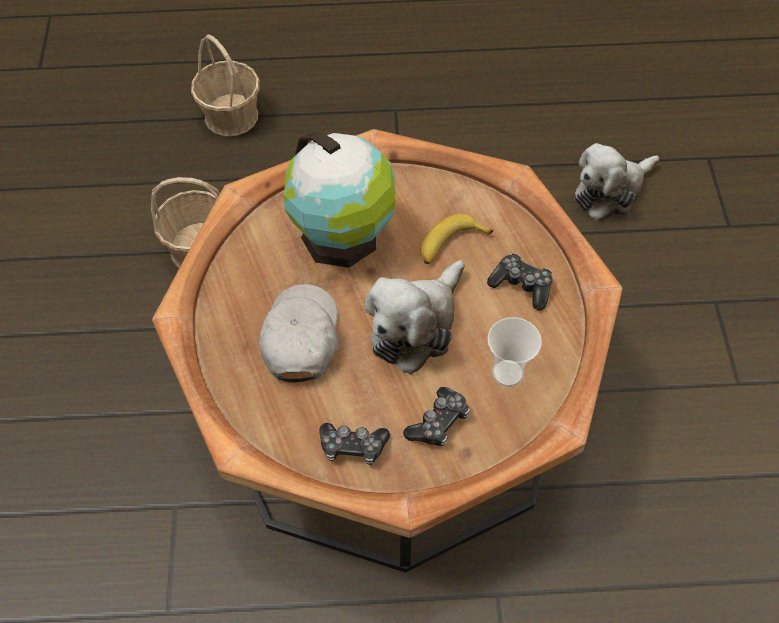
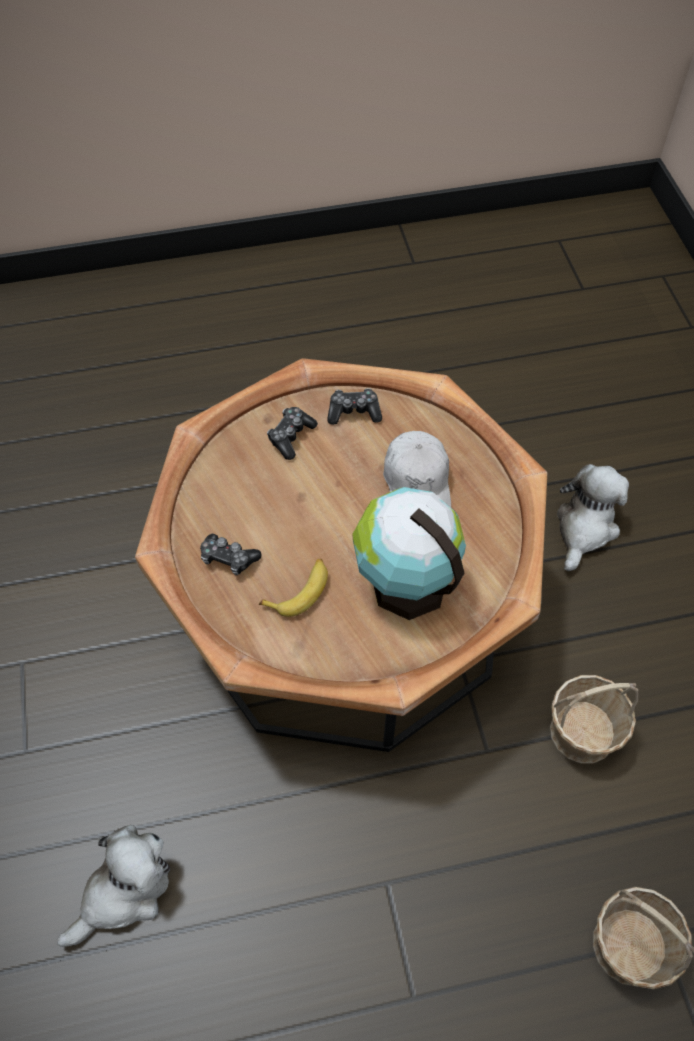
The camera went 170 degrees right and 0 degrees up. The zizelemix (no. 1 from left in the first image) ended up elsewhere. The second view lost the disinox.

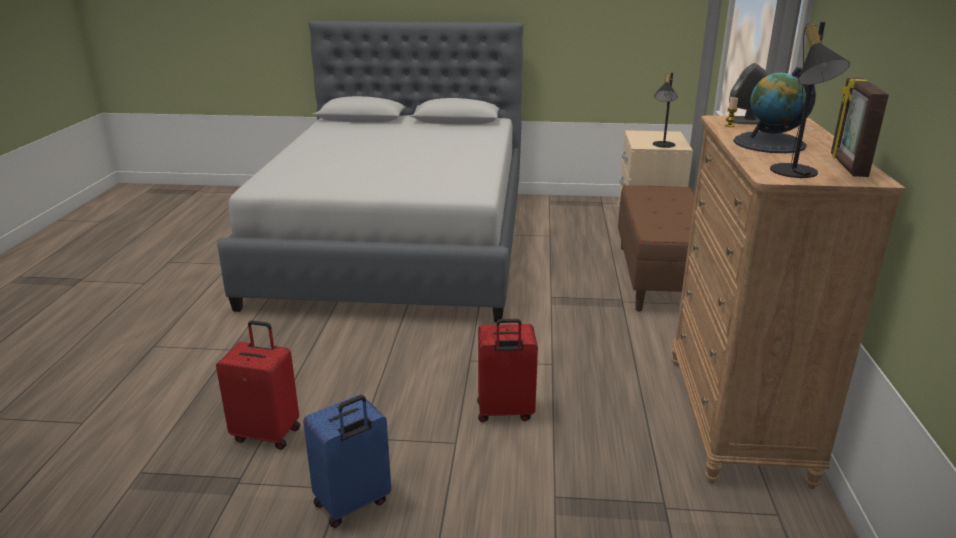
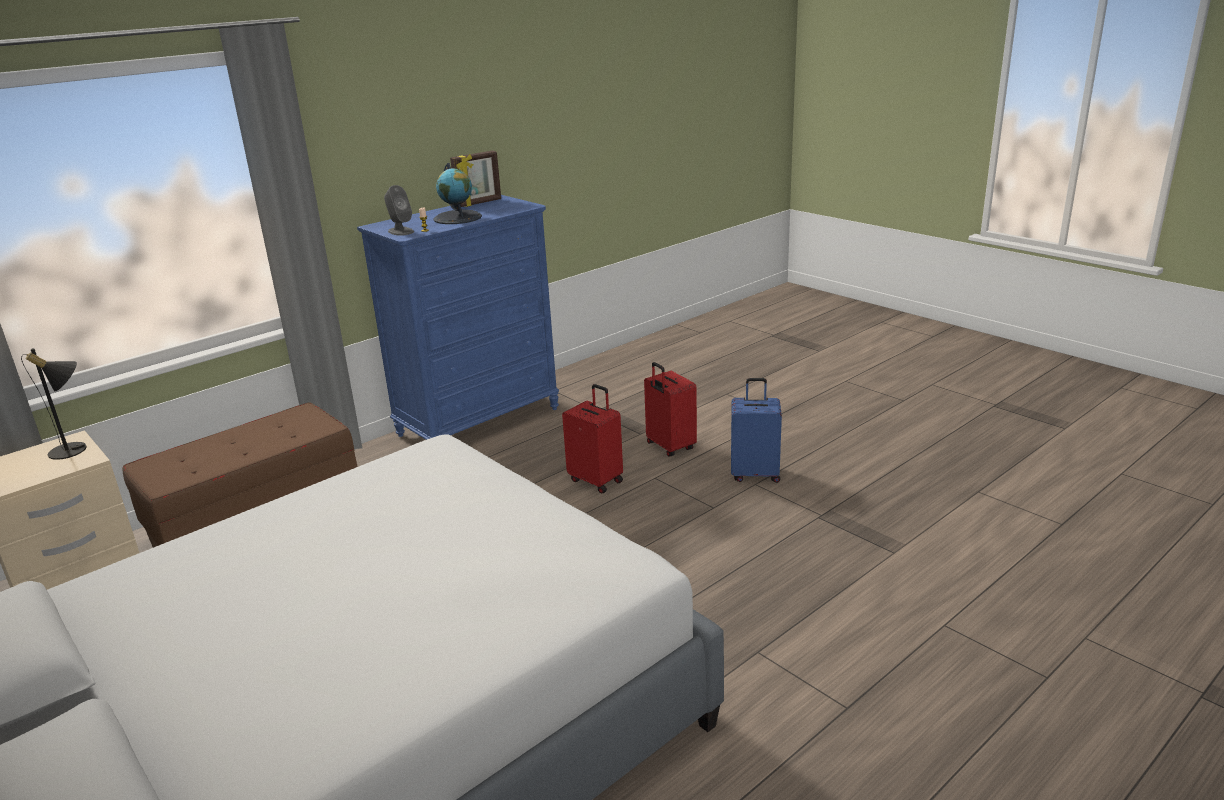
The camera went 135 degrees left and 0 degrees up. The second view lost the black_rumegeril (no. 2 from left). What was the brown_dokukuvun turned into the blue_dokukuvun. The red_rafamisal (no. 1 from left in the first image) ended up elsewhere.

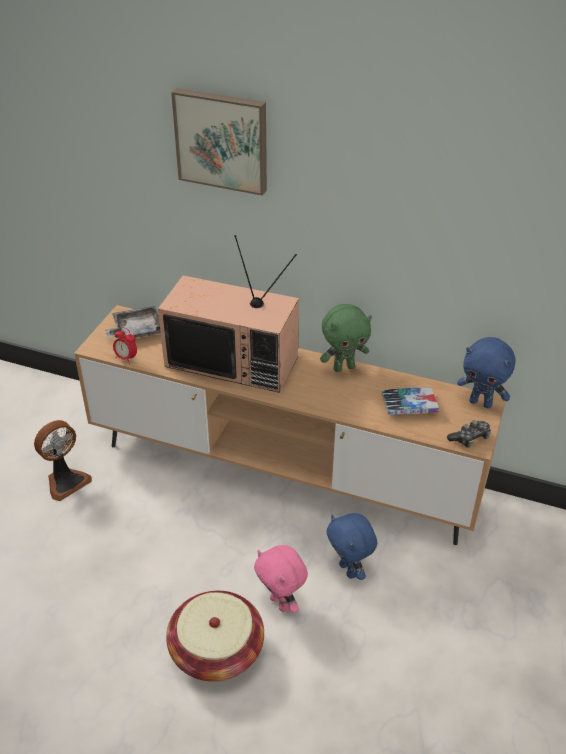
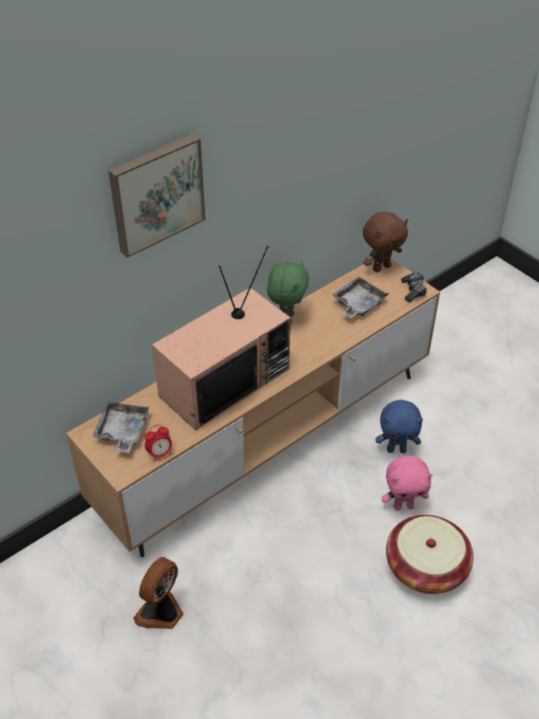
The camera went 60 degrees left and 5 degrees up. What was the blue_zizelemix (no. 2 from left) turned into the brown_zizelemix. Where the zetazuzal stood, the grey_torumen (no. 2 from left) came to stand. The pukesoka ended up facing another way, 135 degrees counterclockwise from before.

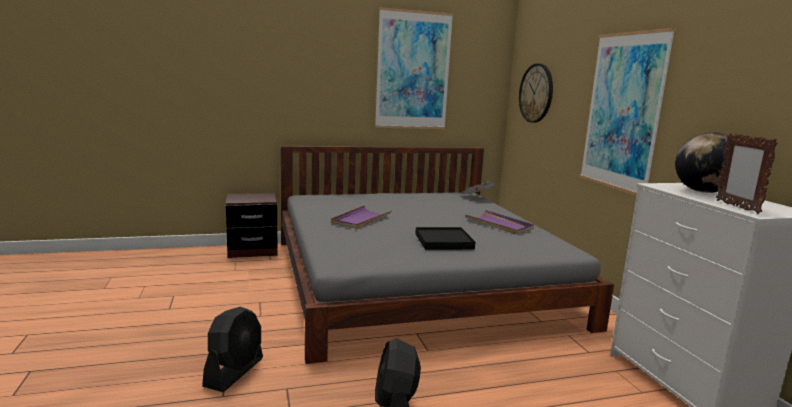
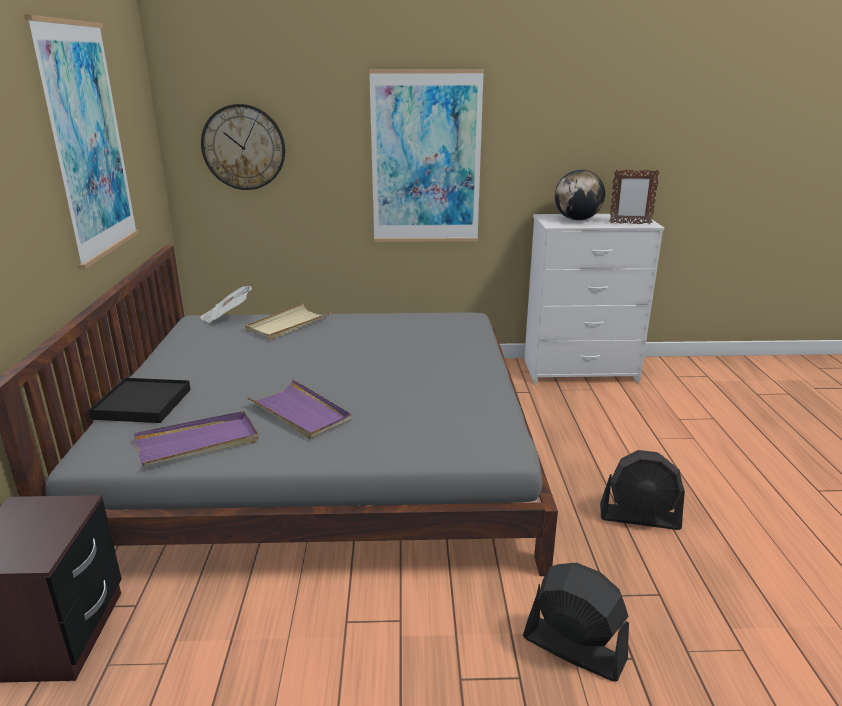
The camera went 75 degrees left and 10 degrees up. The purple_torumen (no. 2 from left in the first image) ended up elsewhere. The black_torumen ended up elsewhere. The second view gained the beige_torumen.

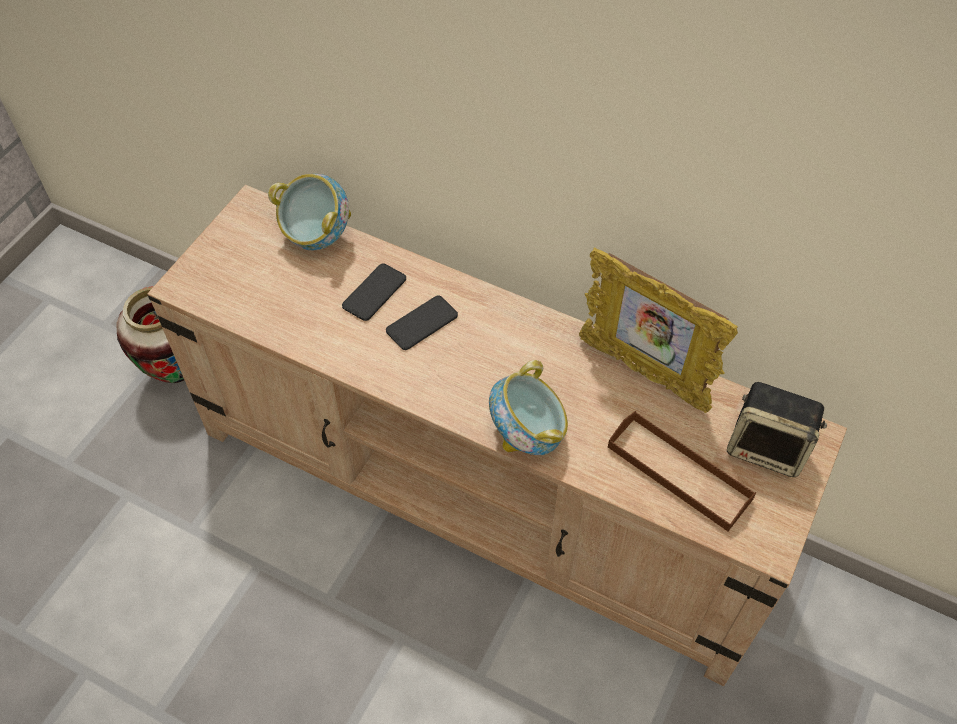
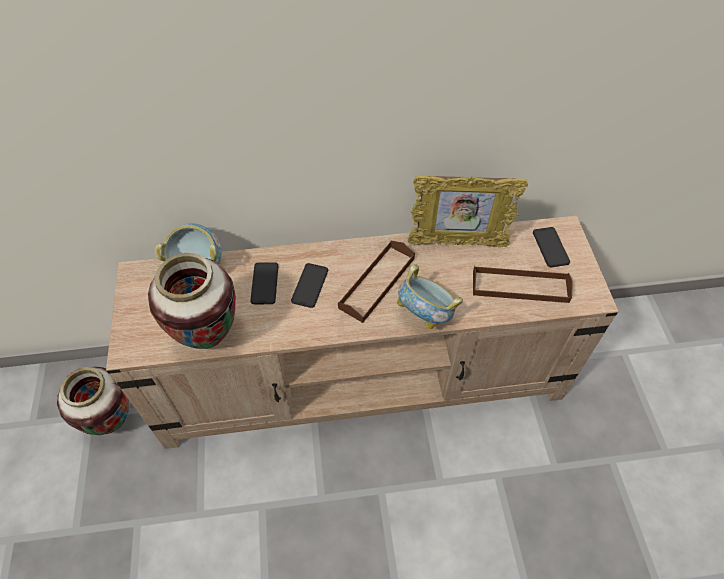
The camera went 35 degrees left and 0 degrees up. Where the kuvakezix stood, the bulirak (no. 3 from left) came to stand. The second view gained the brown_torumen (no. 1 from left). The second view gained the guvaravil (no. 2 from left).

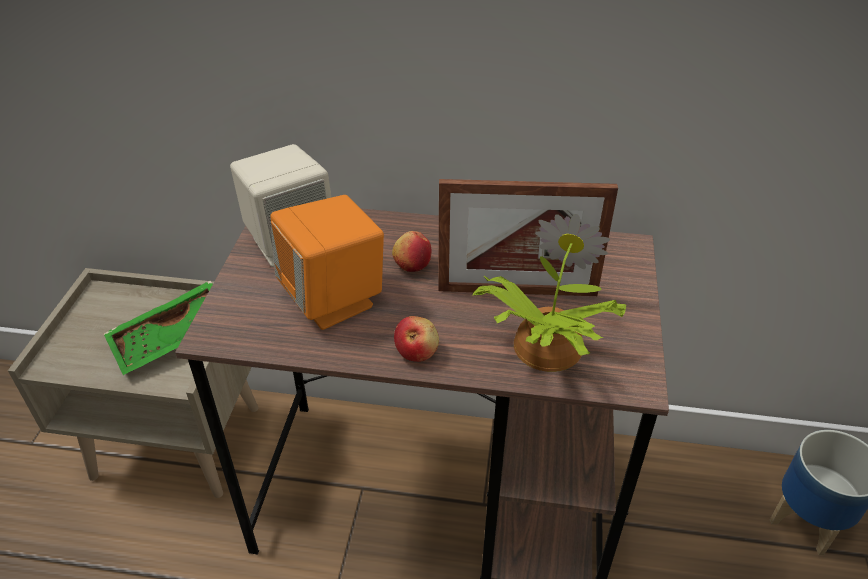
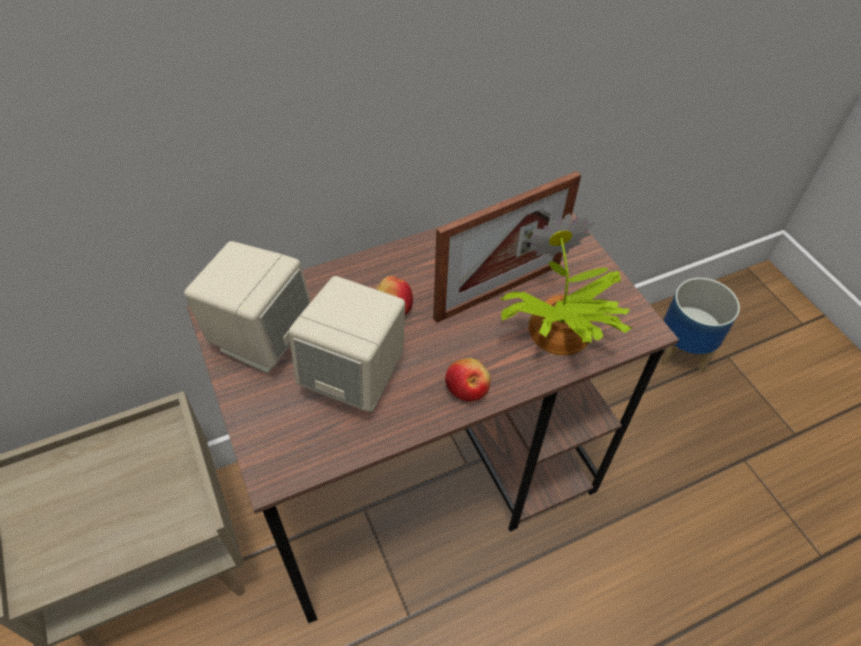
The camera went 35 degrees left and 10 degrees up. What was the orange_kuvakezix turned into the beige_kuvakezix (no. 2 from left). The second view lost the green_torumen.

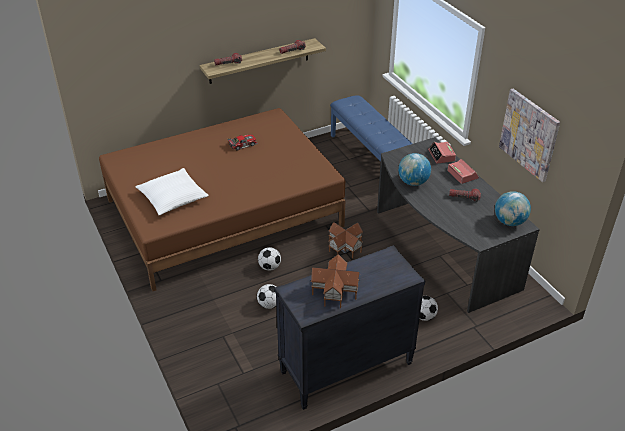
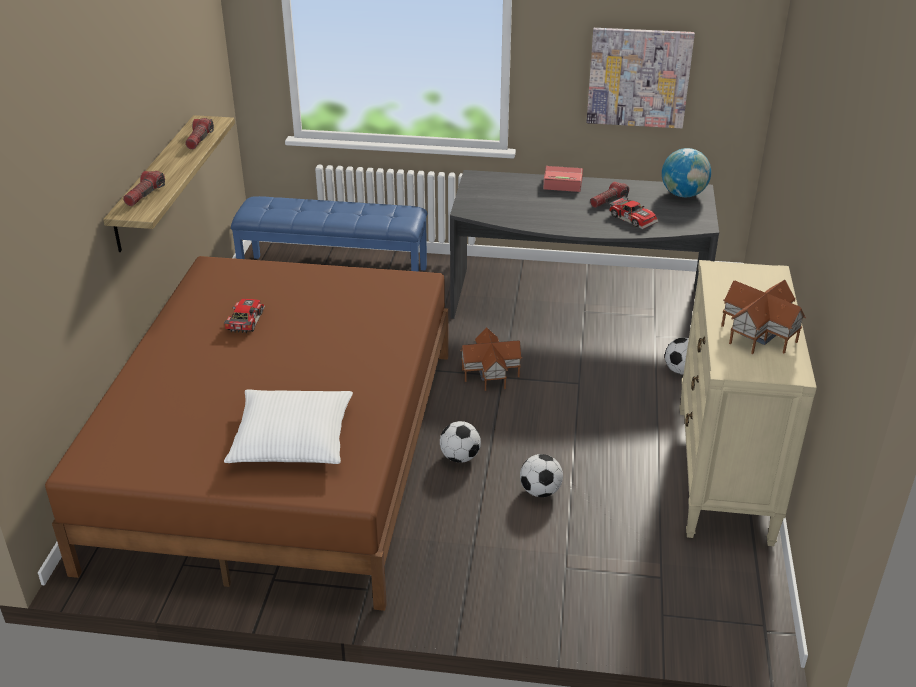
The camera went 55 degrees left and 5 degrees down. The second view lost the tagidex (no. 1 from left). The second view lost the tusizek (no. 1 from left). What was the black_dokukuvun turned into the beige_dokukuvun. The second view gained the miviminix (no. 2 from left).

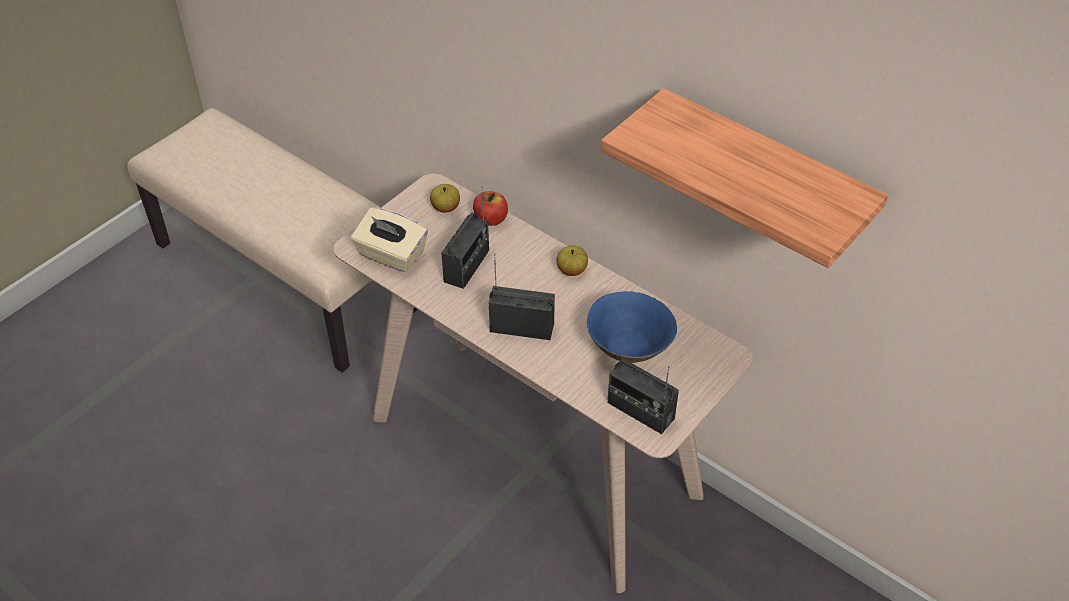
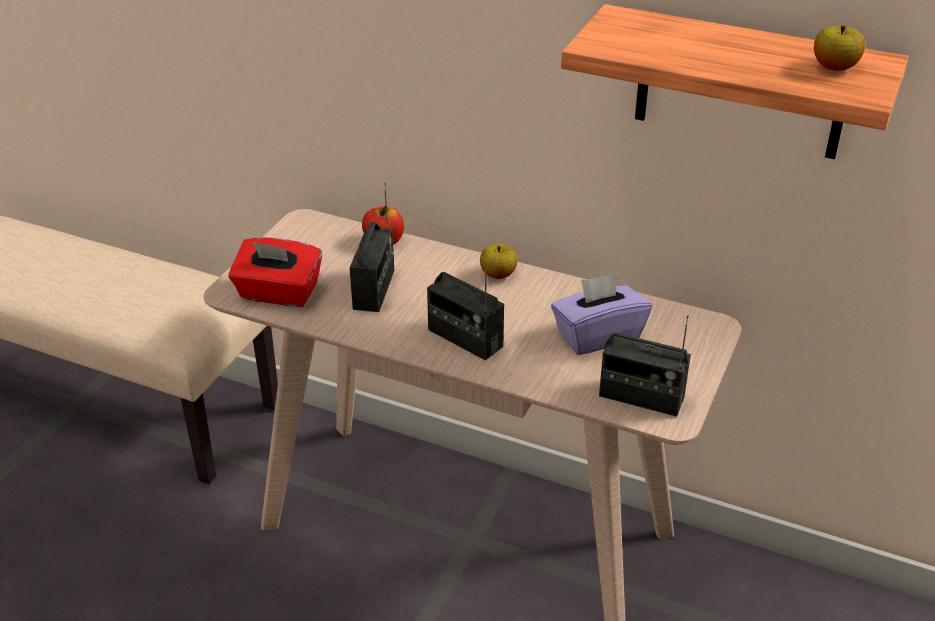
The camera went 15 degrees left and 10 degrees down. The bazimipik (no. 1 from left in the first image) ended up elsewhere. What was the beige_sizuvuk turned into the red_sizuvuk. The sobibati (no. 2 from left) ended up facing another way, 135 degrees counterclockwise from before. Where the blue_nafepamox stood, the purple_sizuvuk came to stand.

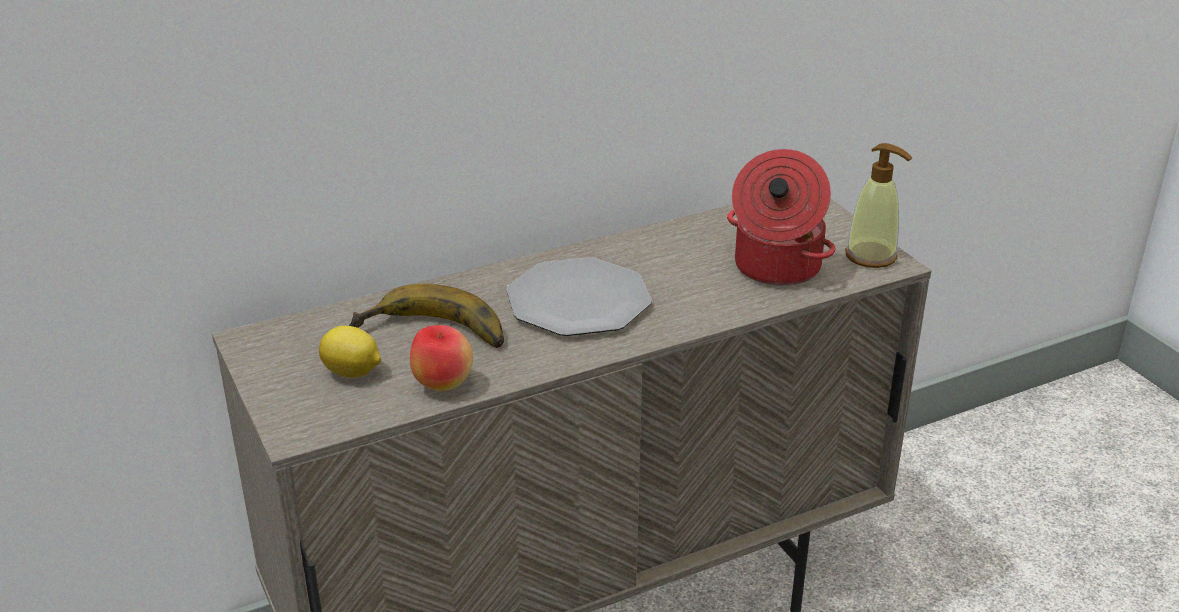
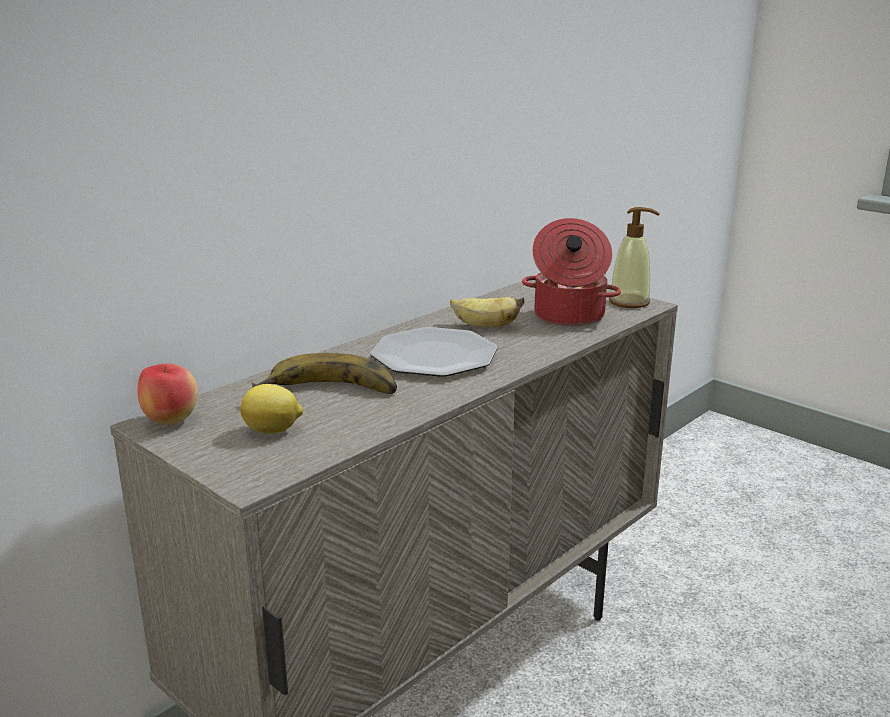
The camera went 20 degrees left and 10 degrees down. The bazimipik ended up elsewhere. The second view gained the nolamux (no. 2 from left).

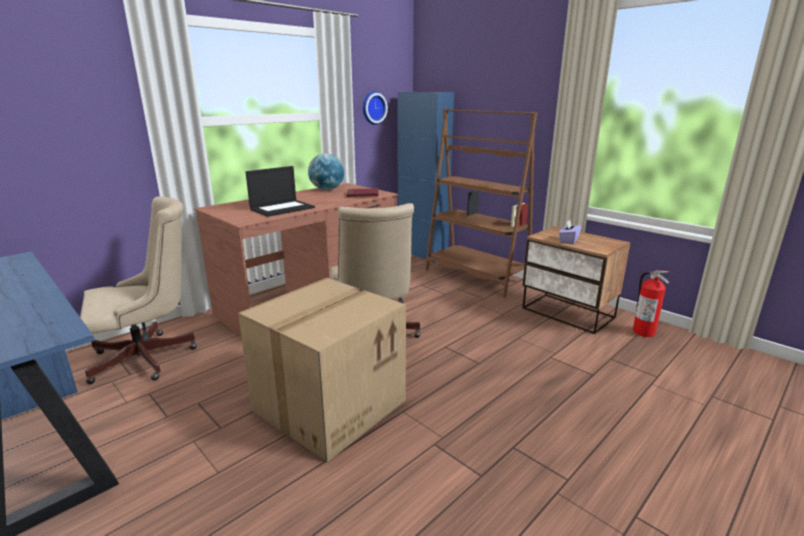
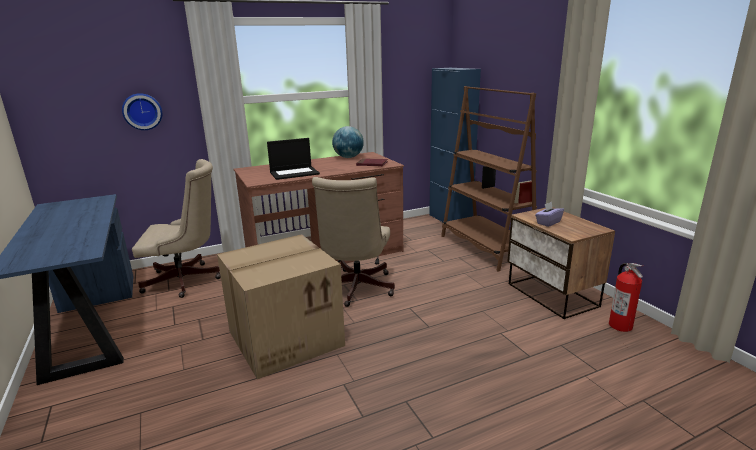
The camera went 20 degrees right and 0 degrees up. The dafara ended up elsewhere.

